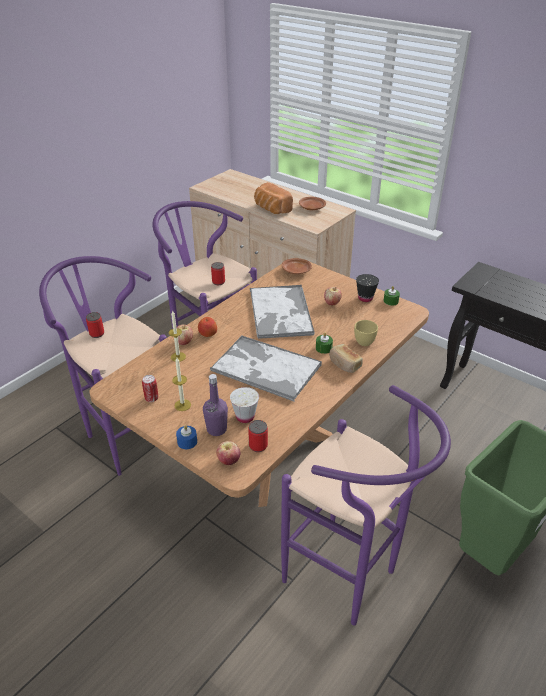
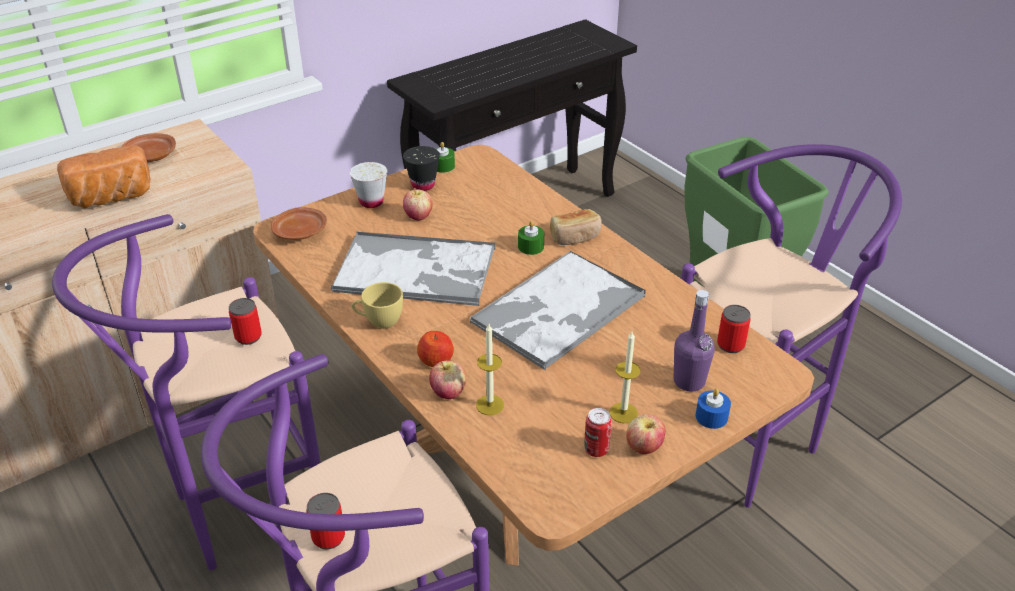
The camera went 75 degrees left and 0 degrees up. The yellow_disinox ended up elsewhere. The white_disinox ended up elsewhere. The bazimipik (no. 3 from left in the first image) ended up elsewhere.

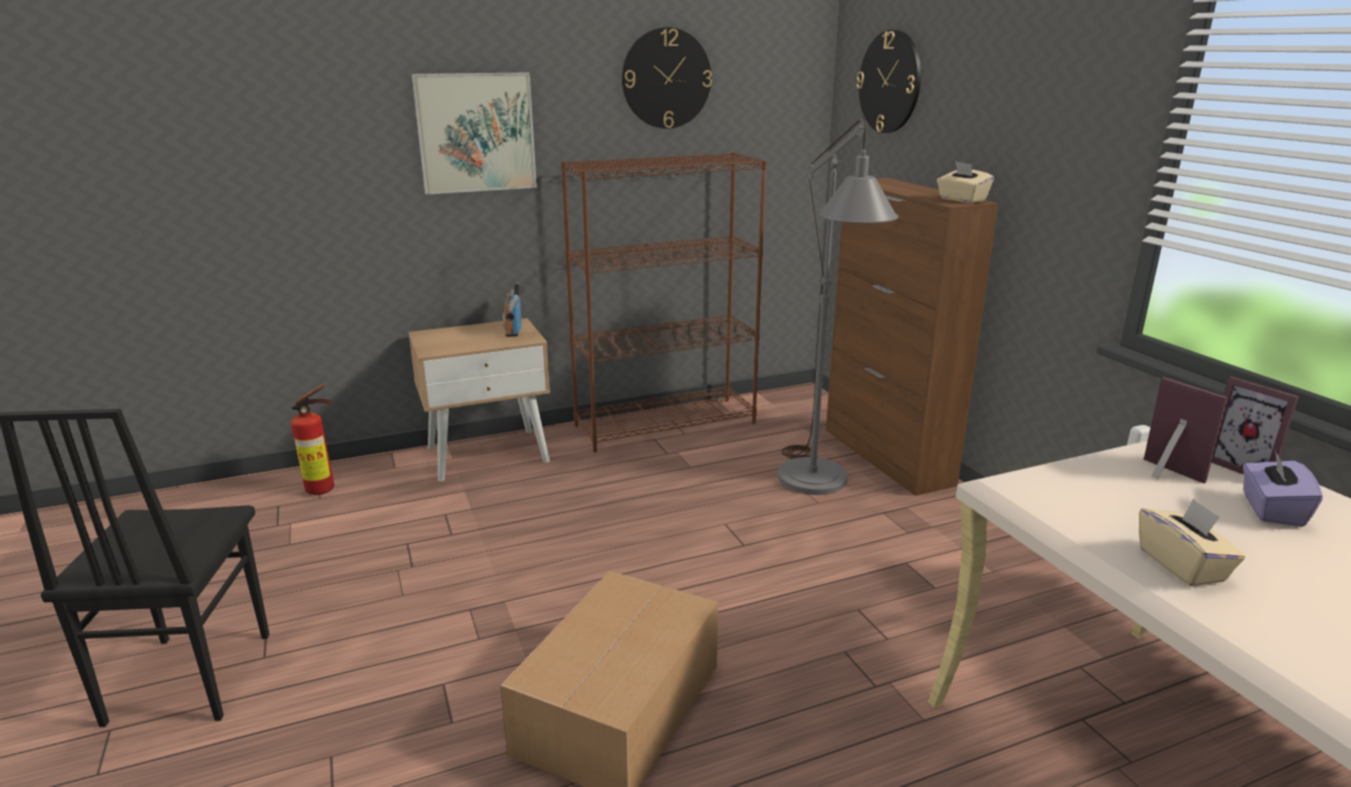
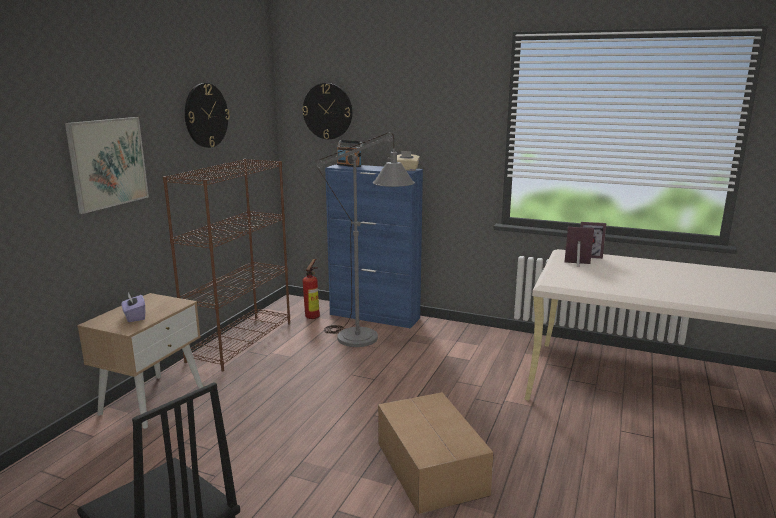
The camera went 45 degrees left and 5 degrees down. What was the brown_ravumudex turned into the blue_ravumudex. The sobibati ended up elsewhere. The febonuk ended up elsewhere. The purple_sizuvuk ended up elsewhere. The second view lost the beige_sizuvuk (no. 2 from left).

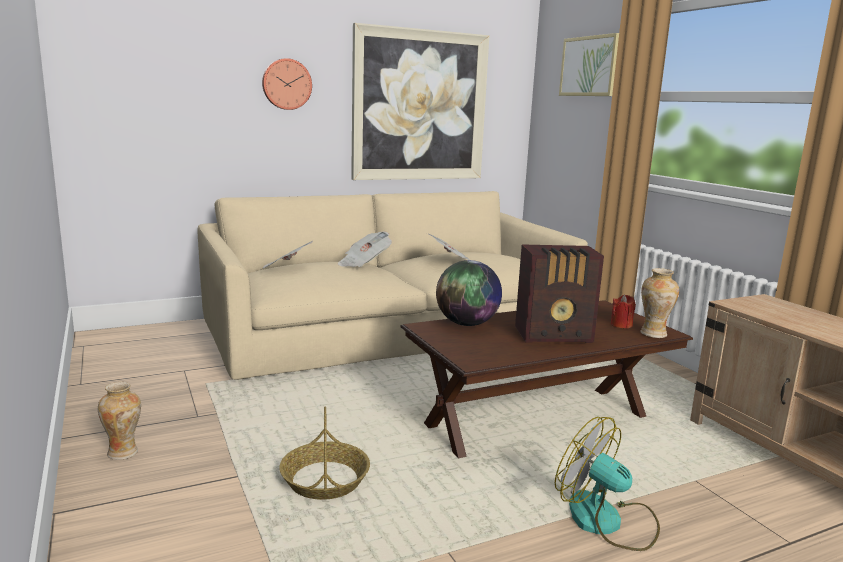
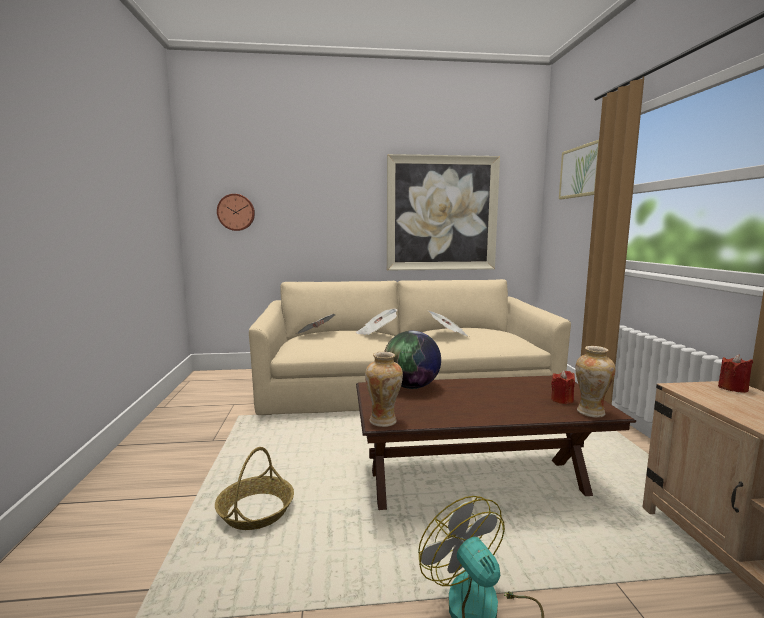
The camera went 20 degrees right and 5 degrees down. The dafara ended up elsewhere. The second view lost the sobibati. The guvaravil (no. 1 from left) ended up elsewhere. The second view gained the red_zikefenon (no. 2 from left).

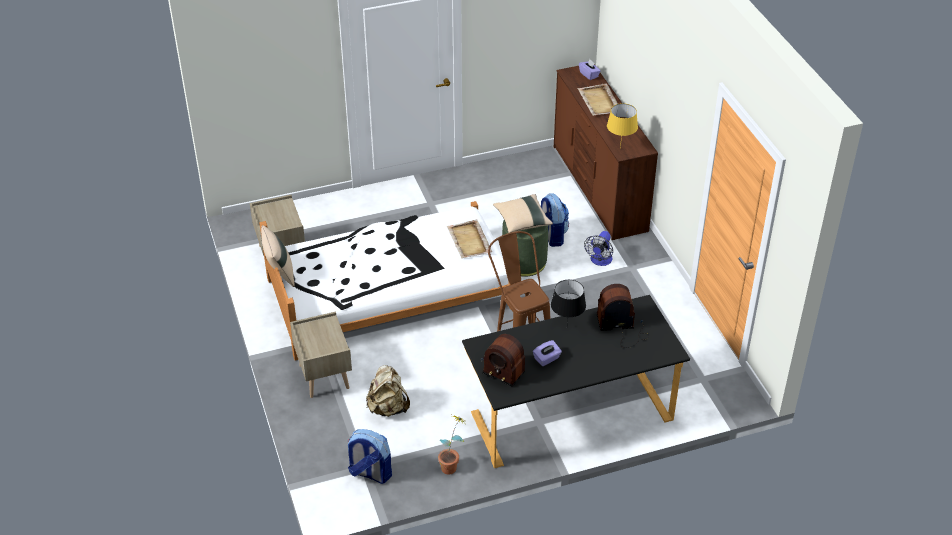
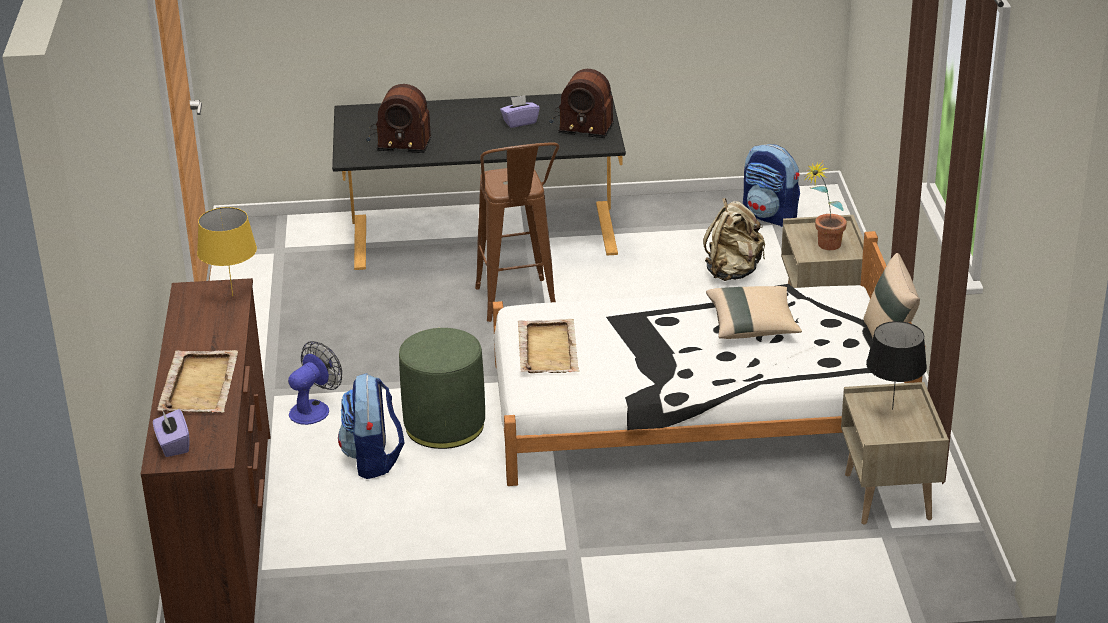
The camera went 165 degrees left and 10 degrees down. The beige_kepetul (no. 2 from left in the first image) ended up elsewhere. The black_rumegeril ended up elsewhere. The sobibati (no. 1 from left in the first image) ended up facing another way, 150 degrees clockwise from before. The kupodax ended up elsewhere.

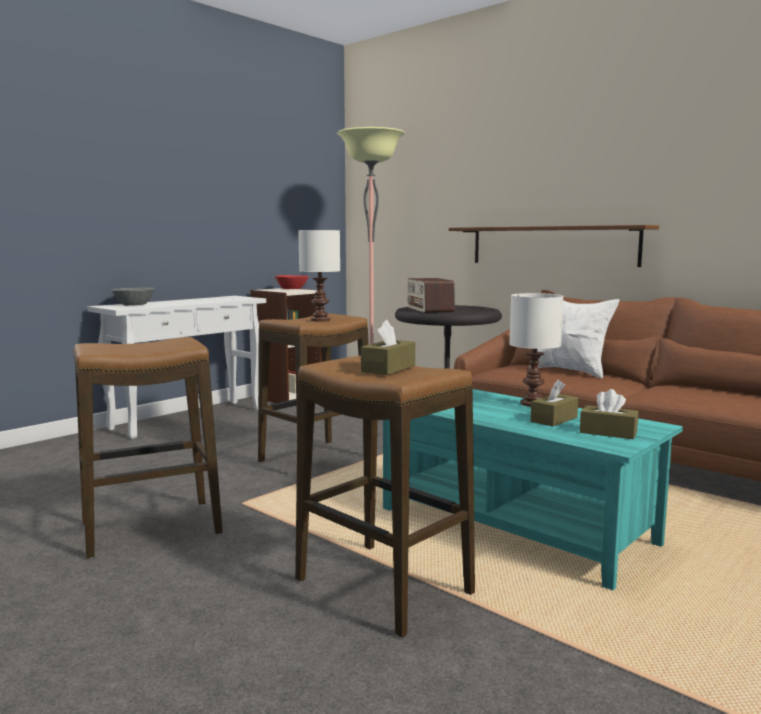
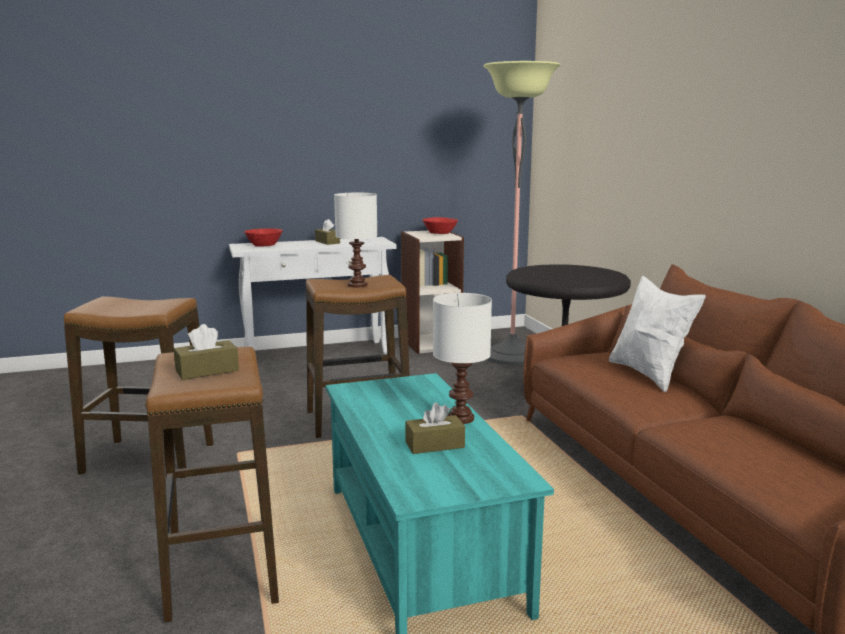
The camera went 30 degrees right and 5 degrees up. The second view lost the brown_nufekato. The second view lost the sobibati. What was the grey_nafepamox turned into the red_nafepamox (no. 1 from left). The brown_sizuvuk (no. 3 from left in the first image) ended up elsewhere.

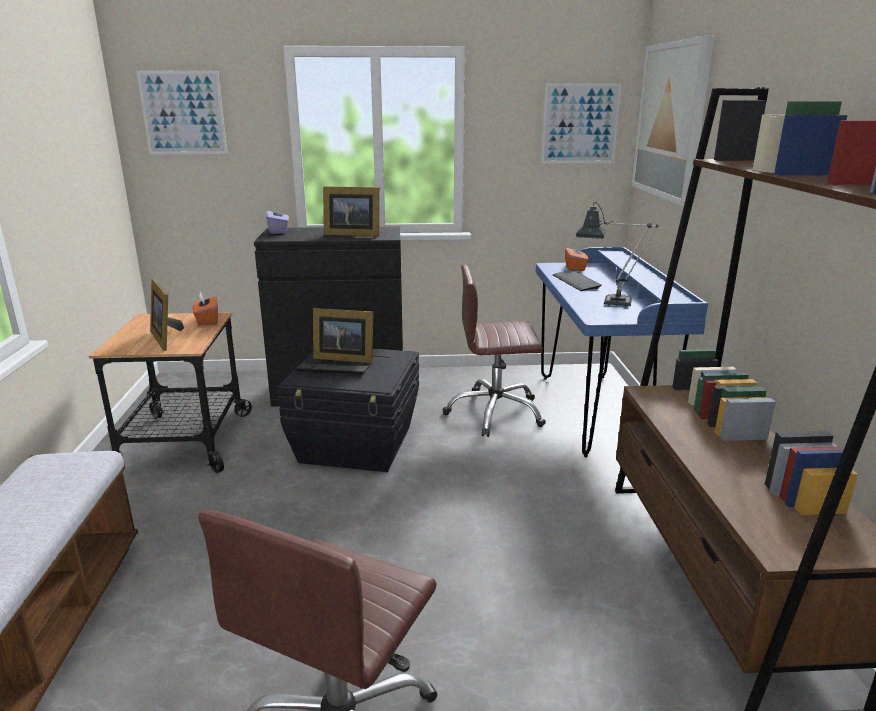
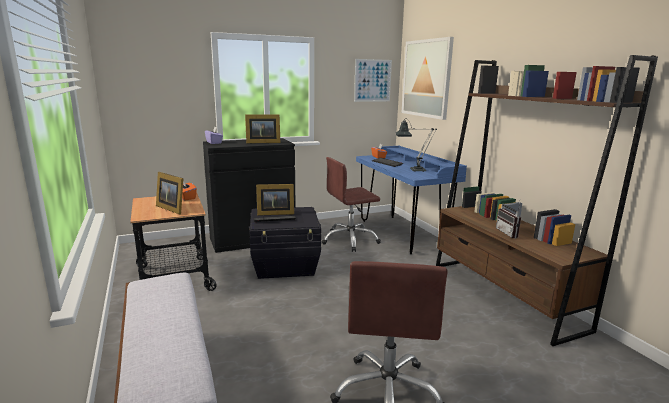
The camera went 20 degrees left and 5 degrees down. The second view lost the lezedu (no. 1 from left). The second view gained the sobibati.

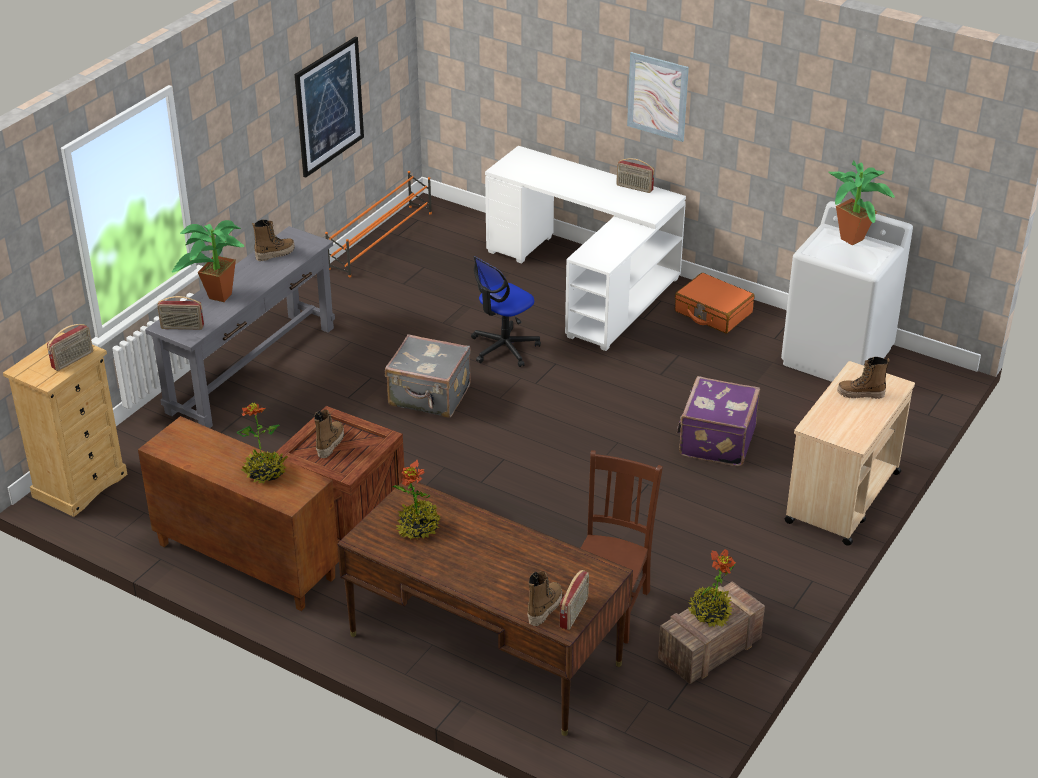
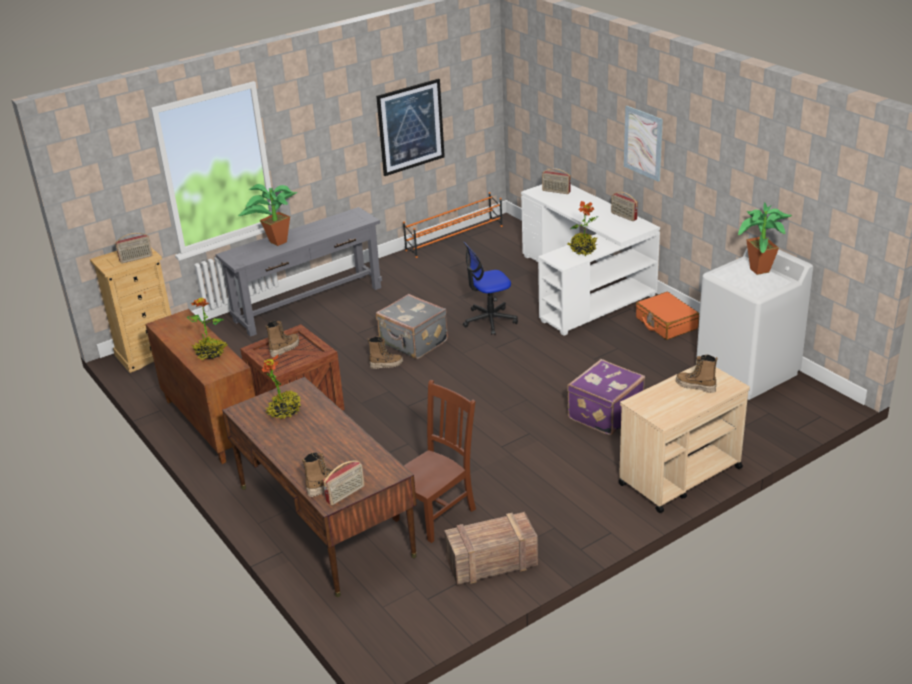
The camera went 25 degrees right and 5 degrees down. The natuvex (no. 1 from left in the first image) ended up elsewhere. The sobibati (no. 2 from left in the first image) ended up elsewhere. The kupodax (no. 4 from left) ended up elsewhere.

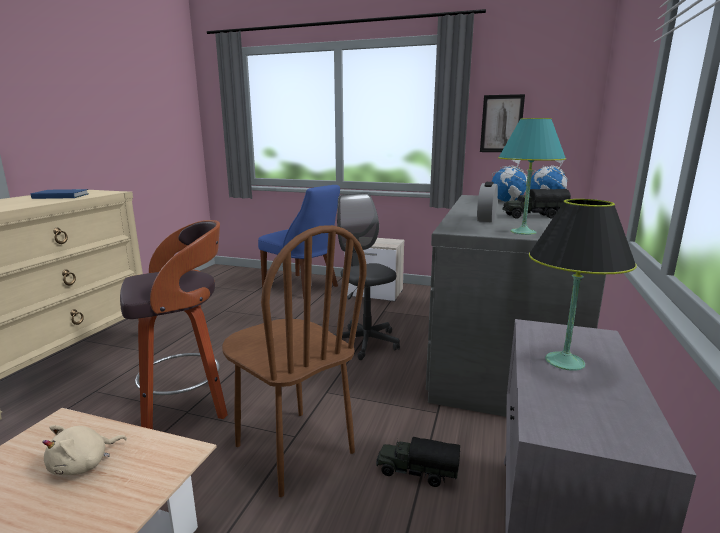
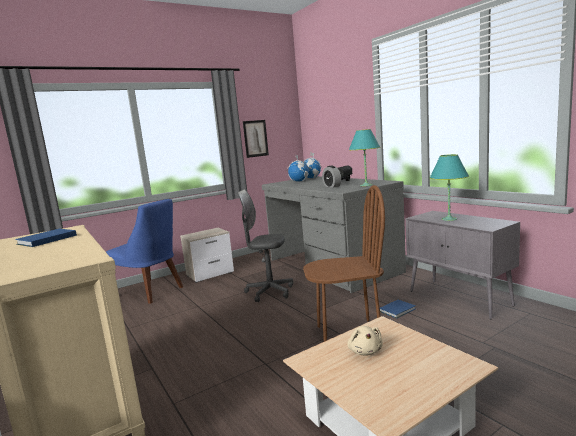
The camera went 50 degrees left and 5 degrees down. The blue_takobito ended up facing another way, 45 degrees clockwise from before. What was the black_rumegeril turned into the turquoise_rumegeril (no. 2 from left). The second view lost the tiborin. Where the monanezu (no. 1 from left) stood, the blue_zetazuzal (no. 2 from left) came to stand.

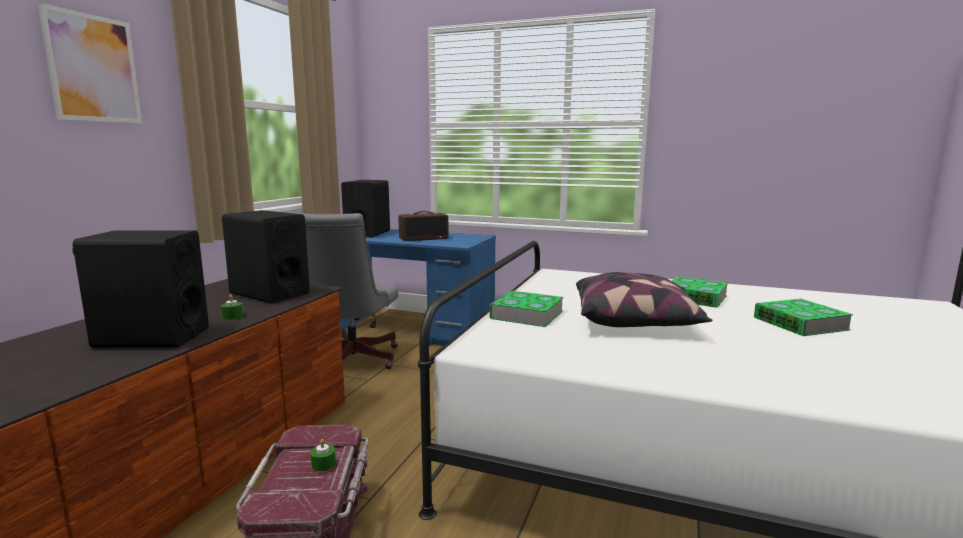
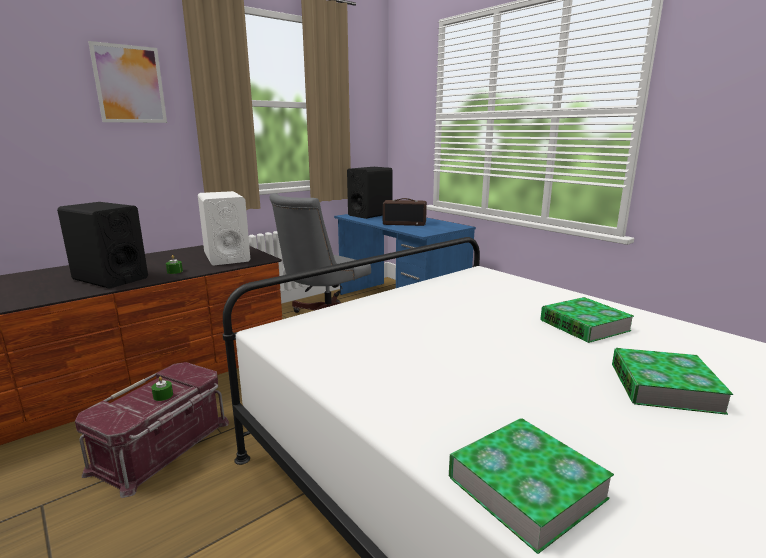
The camera went 30 degrees right and 5 degrees up. What was the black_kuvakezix (no. 2 from left) turned into the white_kuvakezix. The second view lost the kepetul. The zetazuzal (no. 1 from left) ended up elsewhere.

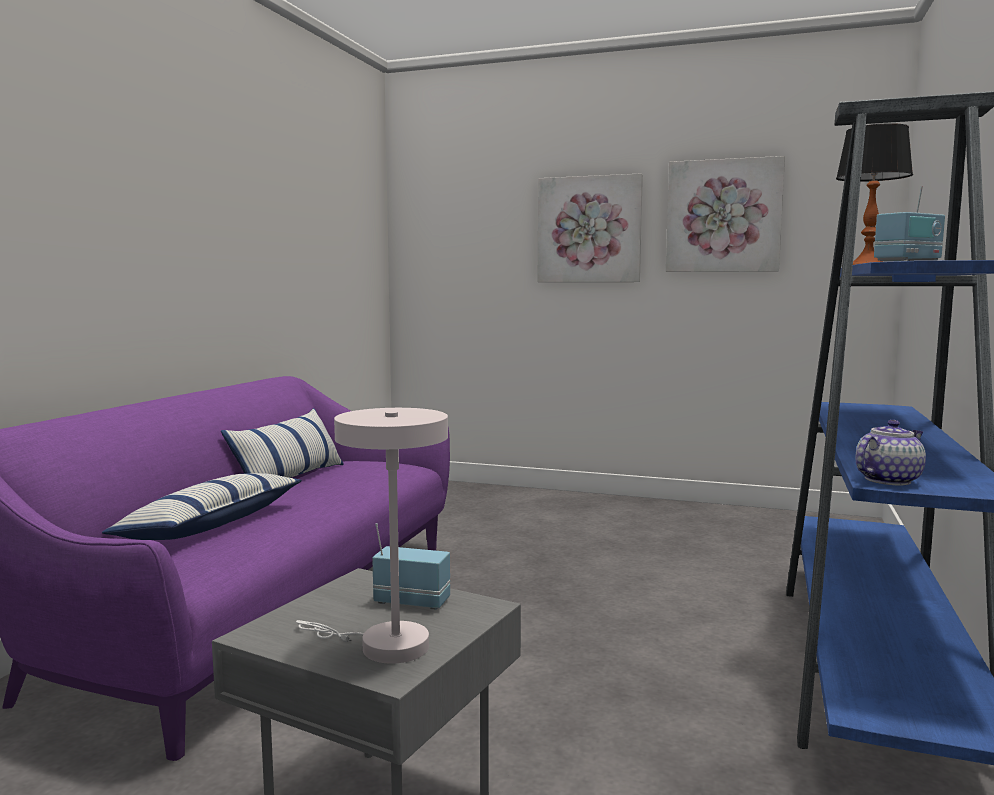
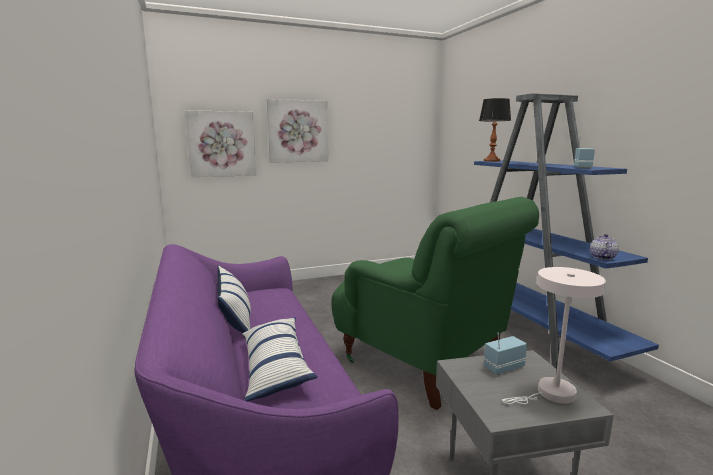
The camera went 40 degrees left and 5 degrees up. The lezedu (no. 2 from left in the first image) ended up elsewhere. The second view gained the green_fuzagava.

